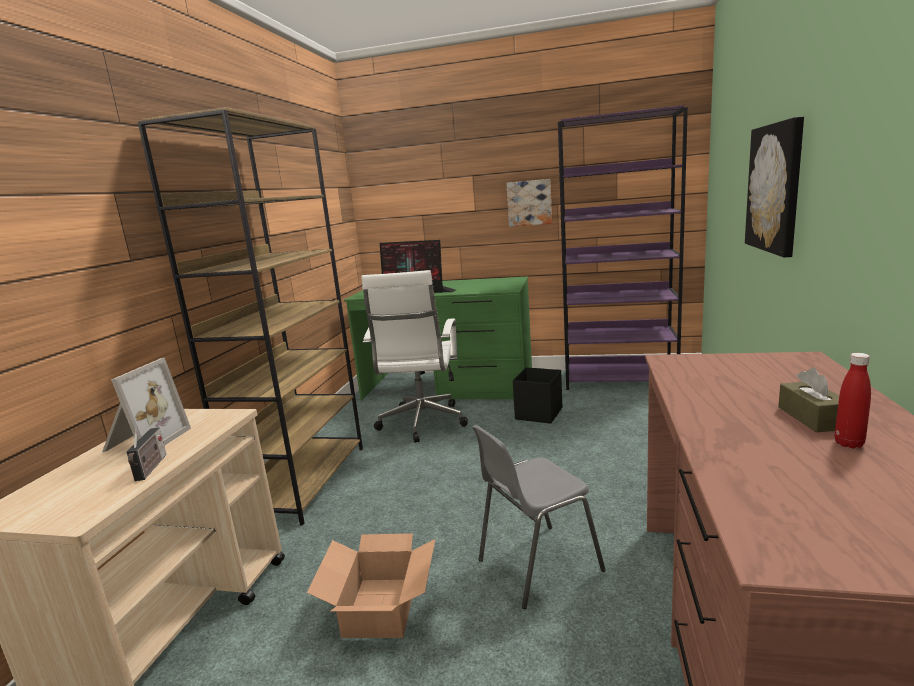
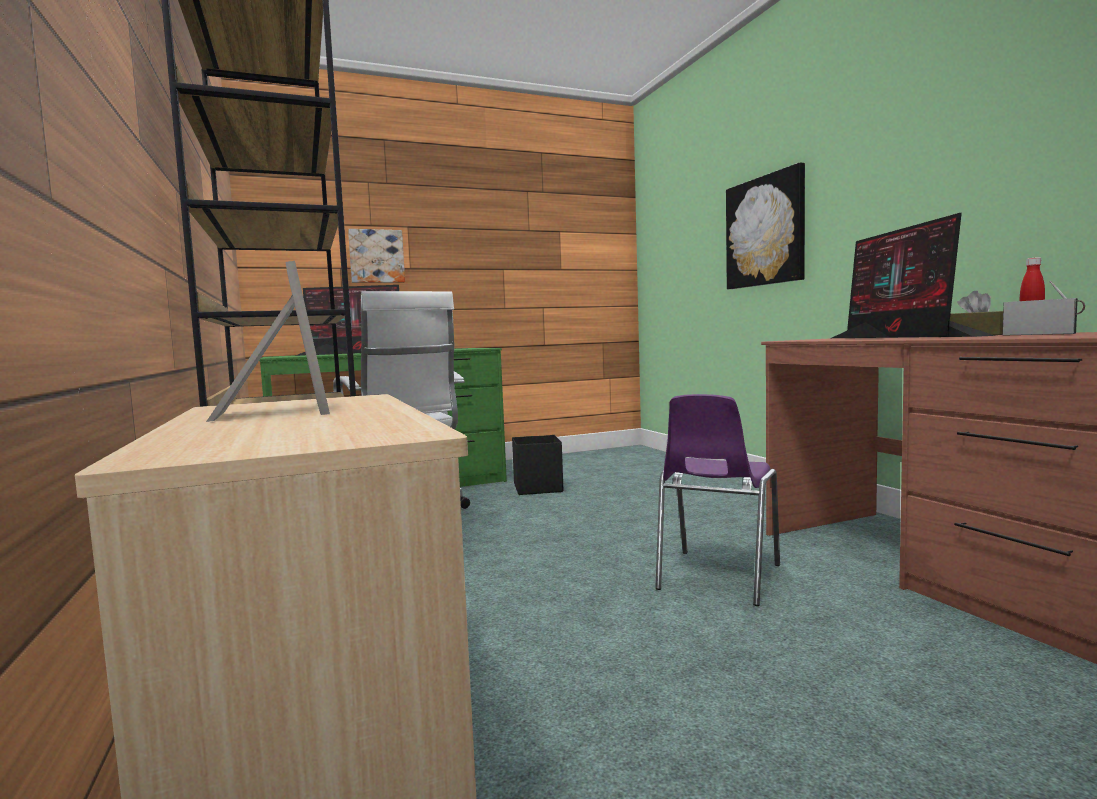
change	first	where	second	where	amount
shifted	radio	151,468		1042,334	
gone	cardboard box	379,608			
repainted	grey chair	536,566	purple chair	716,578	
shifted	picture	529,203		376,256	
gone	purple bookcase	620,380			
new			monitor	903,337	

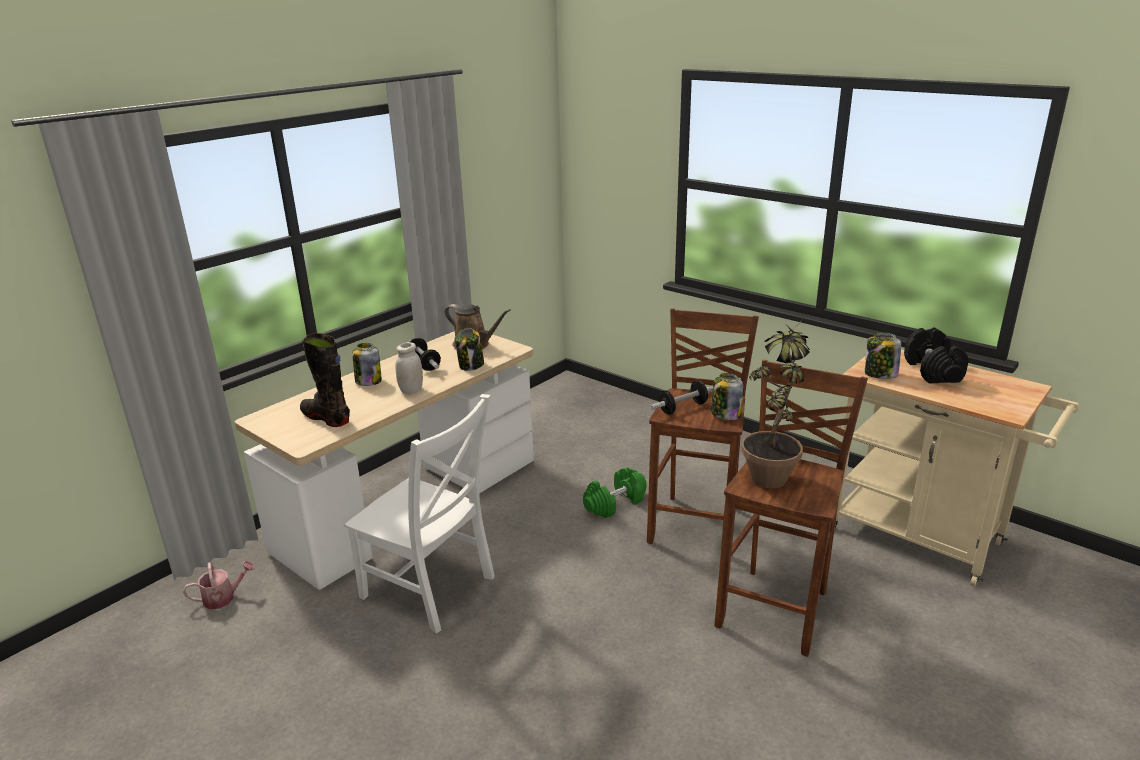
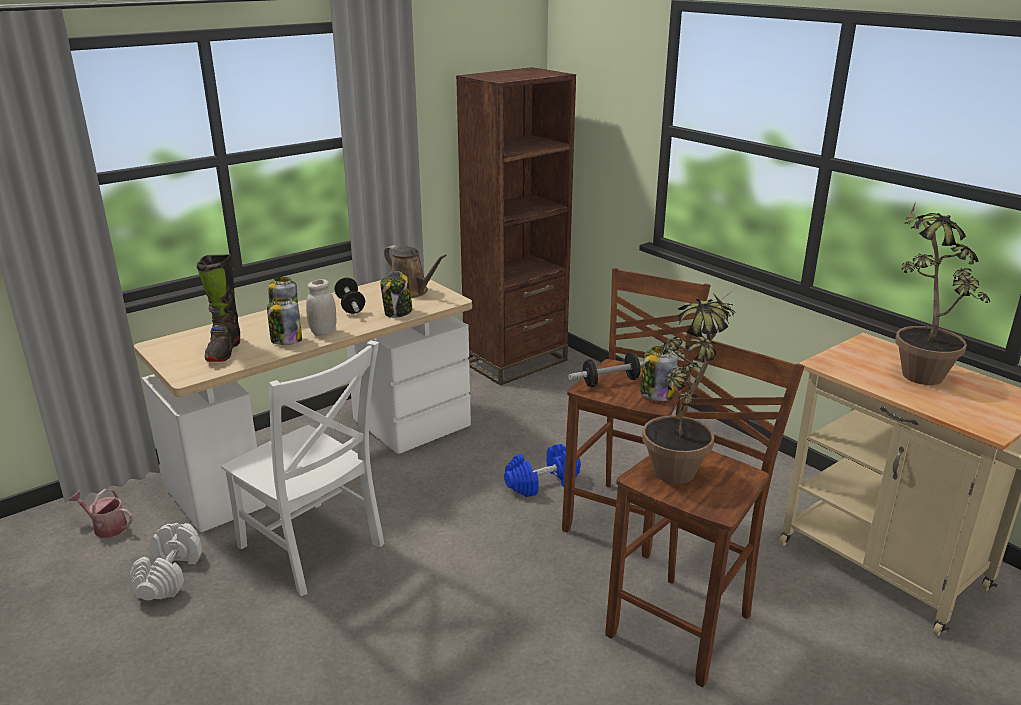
change	first	where	second	where	amount
rotated	watering can	223,598		106,527	150 degrees counterclockwise
rotated	black boot	326,418		224,351	135 degrees counterclockwise
repainted	green dumbbell	615,503	blue dumbbell	542,482	
shifted	jar	880,374		286,340	
swapped	black dumbbell	933,371	potted plant	915,369	
new			white dumbbell	169,575	
new			brown bookcase	516,362	

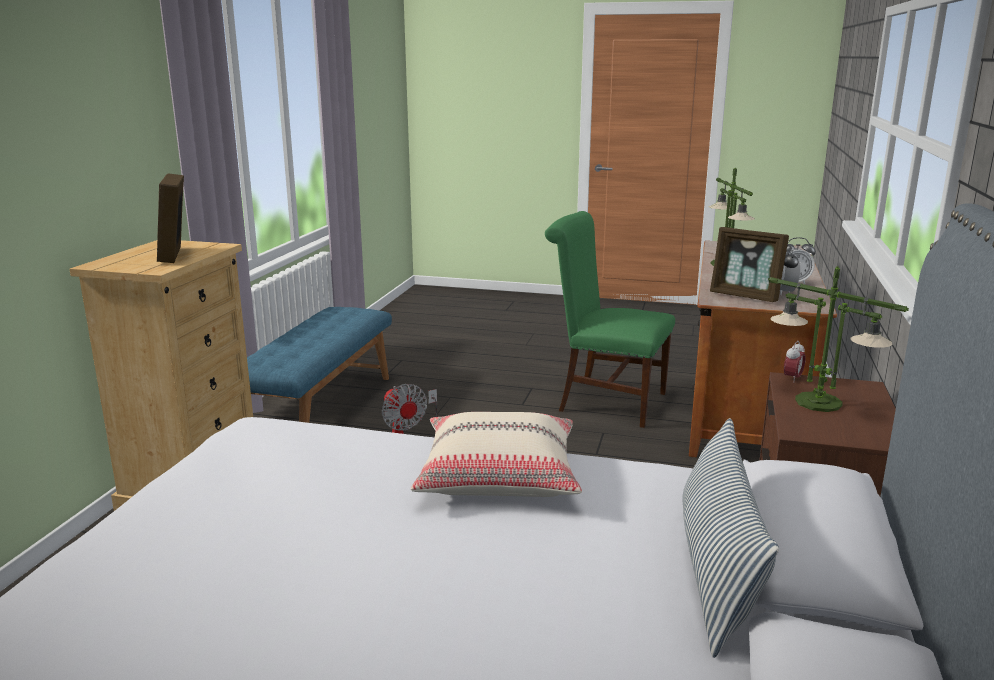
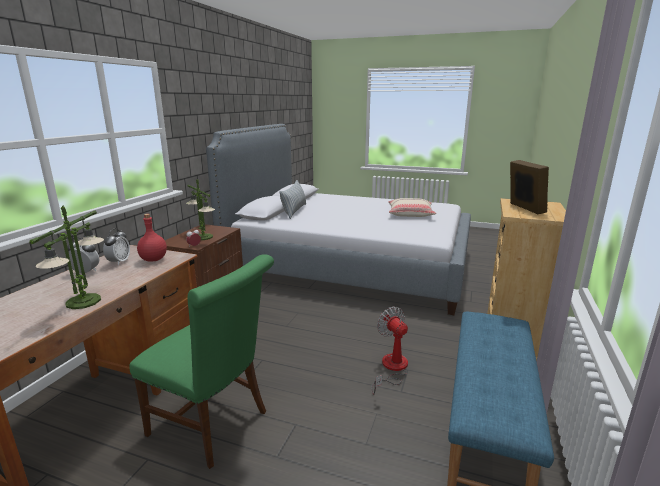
change	first	where	second	where	amount
shifted	beige pillow	498,474		410,214	
swapped	picture frame	745,296	red bottle	153,259	

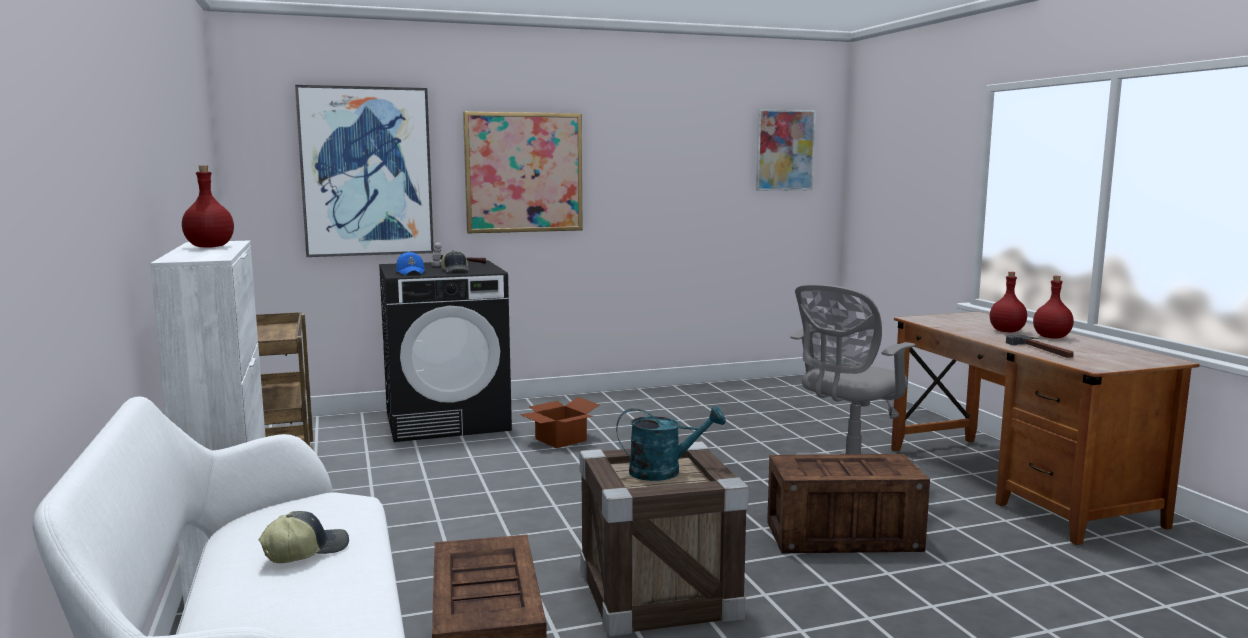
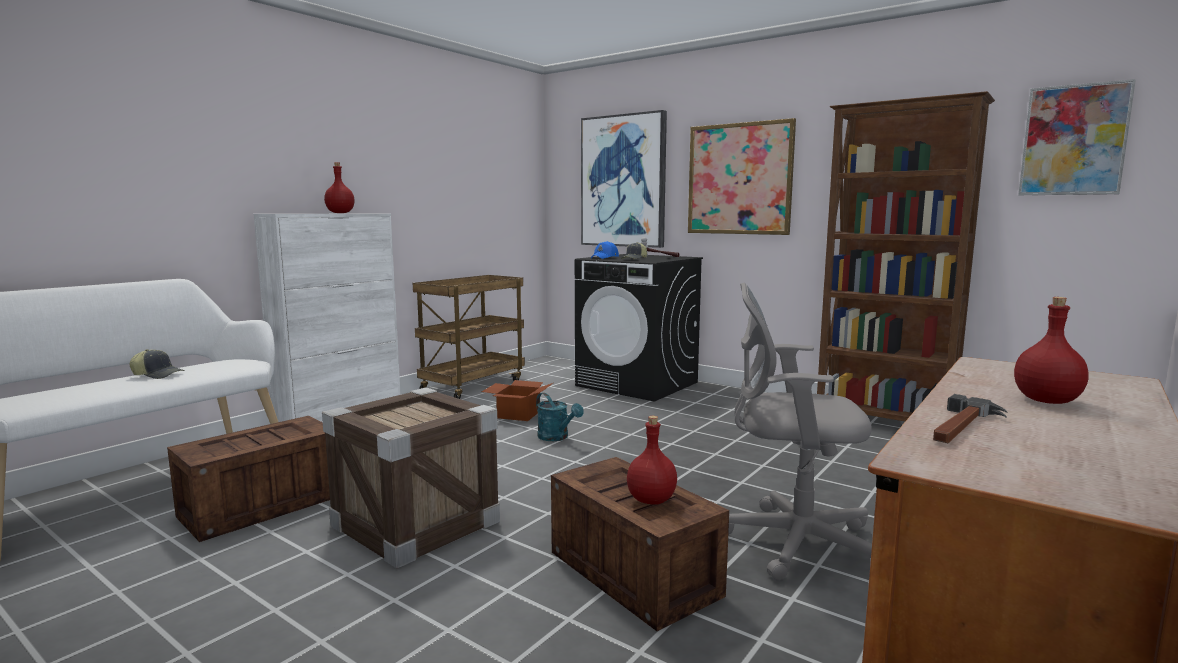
change	first	where	second	where	amount
shifted	cardboard box	559,440		518,414	
shifted	turquoise watering can	664,471		557,437	
shifted	red bottle	1051,337		652,500	
new			brown bookcase	884,421	

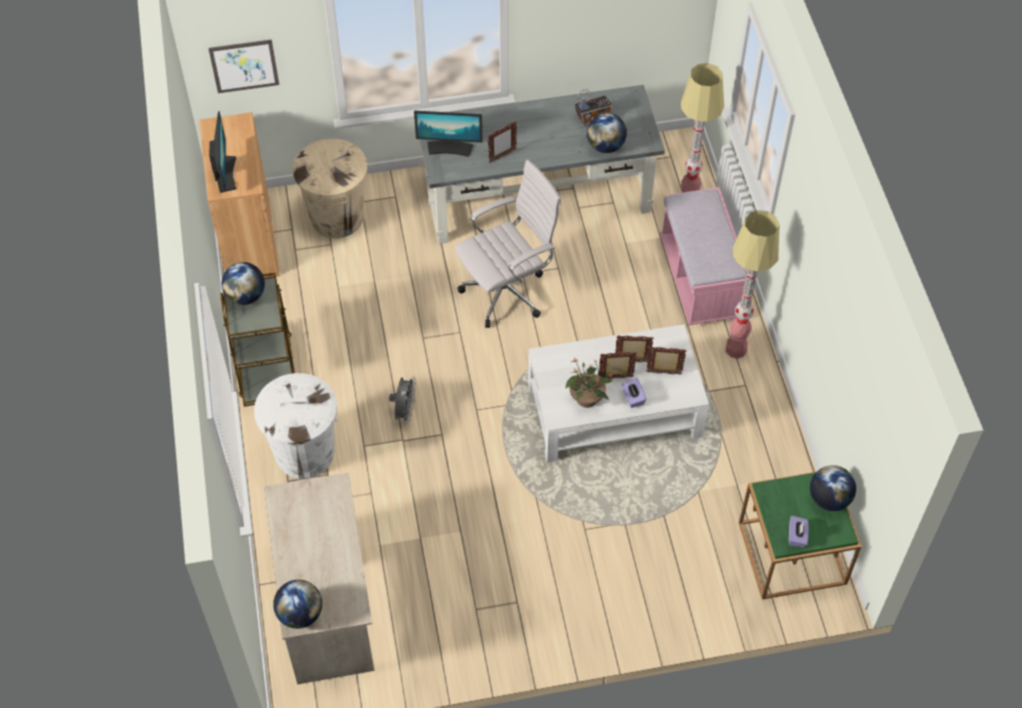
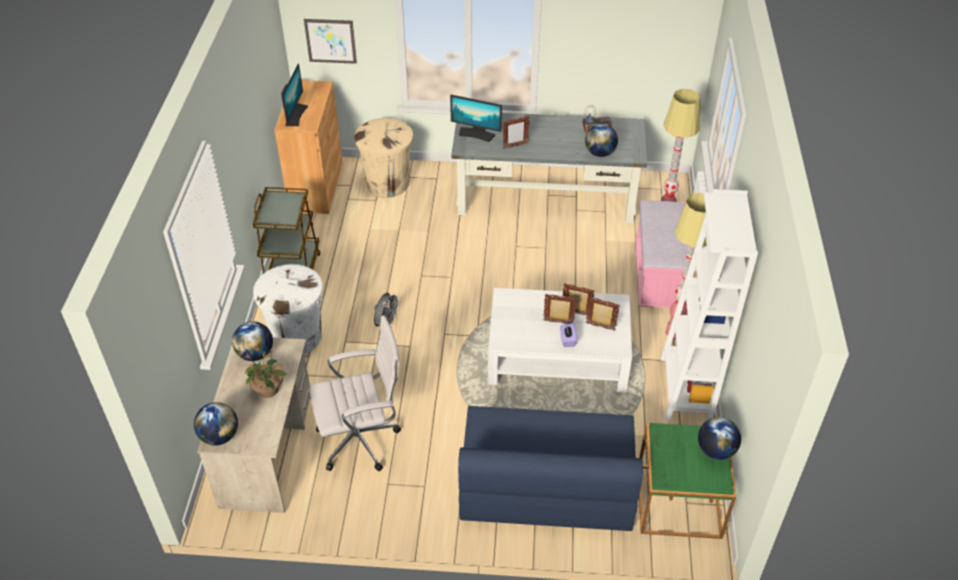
change	first	where	second	where	amount
shifted	globe	246,296		255,354	
shifted	white office chair	508,291		362,440	
shifted	potted plant	587,399		268,390	
gone	purple tissue box	797,536			
new			blue sofa	547,481	
new			white bookcase	685,389	

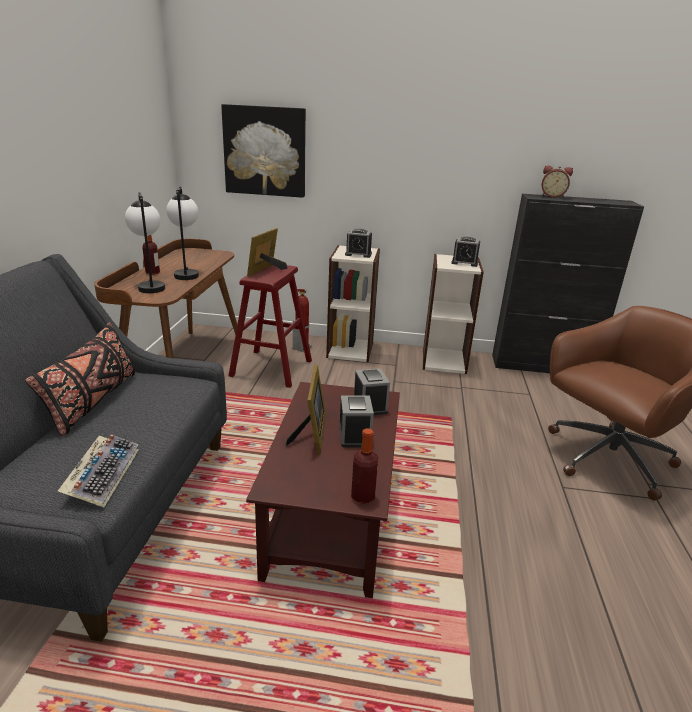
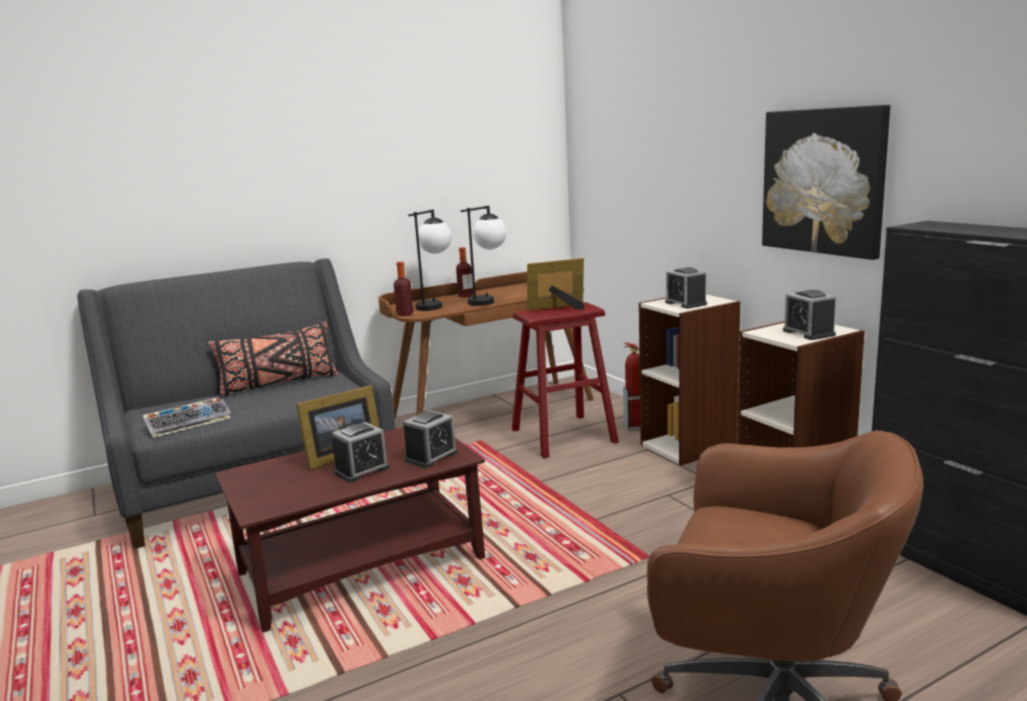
change	first	where	second	where	amount
shifted	picture	265,151		823,181	
shifted	bottle	363,496		405,314	
gone	alarm clock	552,196			

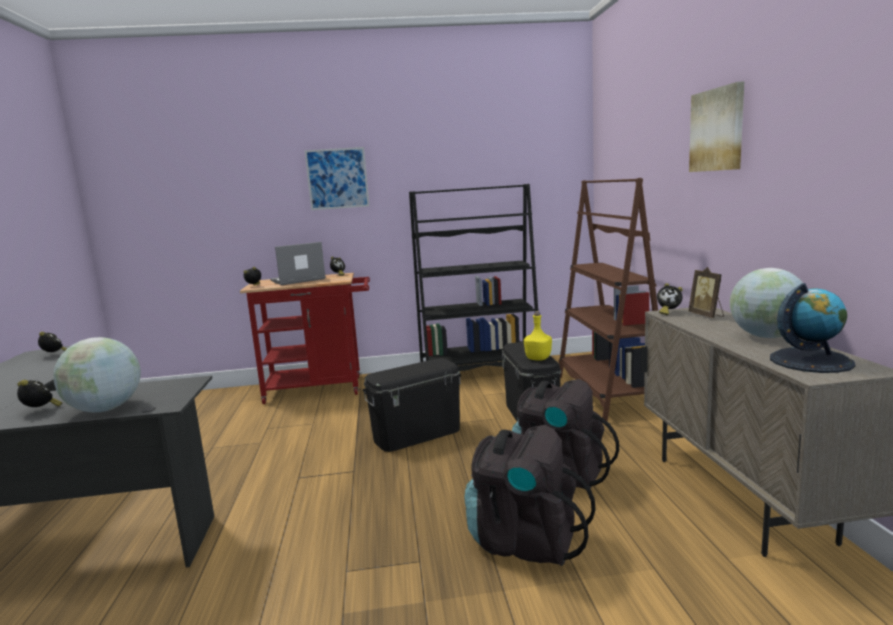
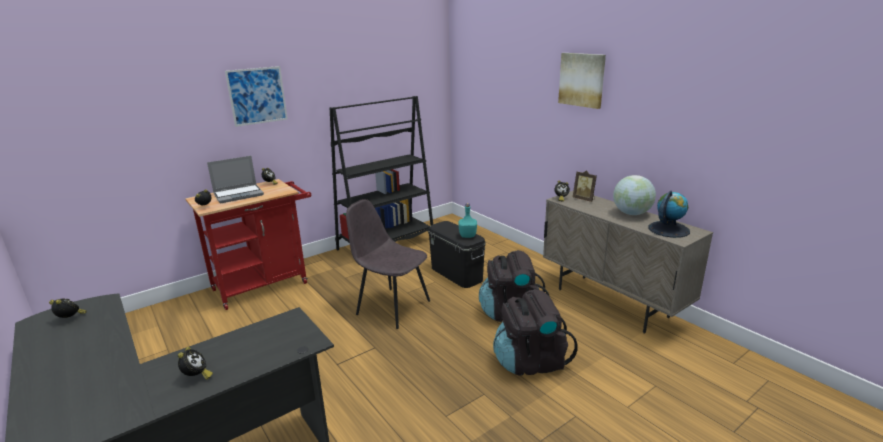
change	first	where	second	where	amount
rotated	alarm clock	41,411		197,377	75 degrees clockwise
gone	globe	105,409			
rotated	laptop	297,280		239,194	150 degrees counterclockwise
swapped	black storage box	417,434	grey chair	392,307	
repainted	yellow bottle	538,358	turquoise bottle	468,236	
gone	brown bookcase	608,394			

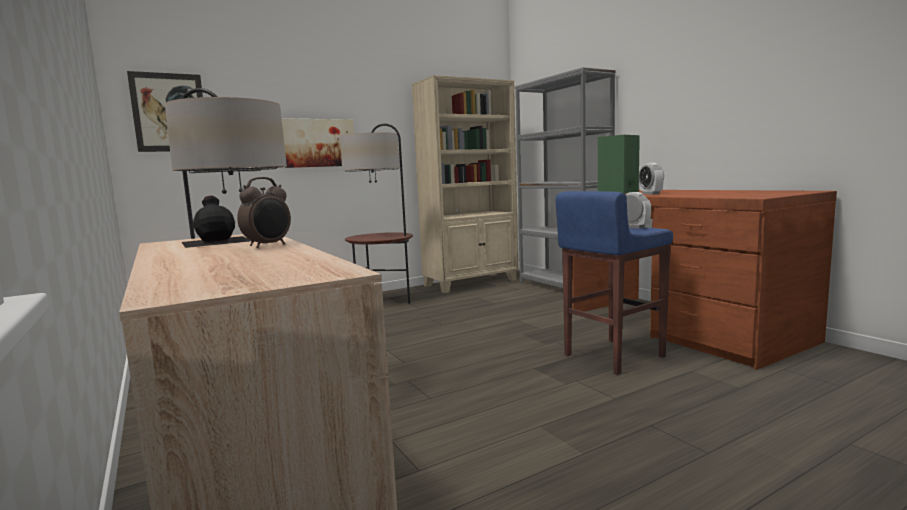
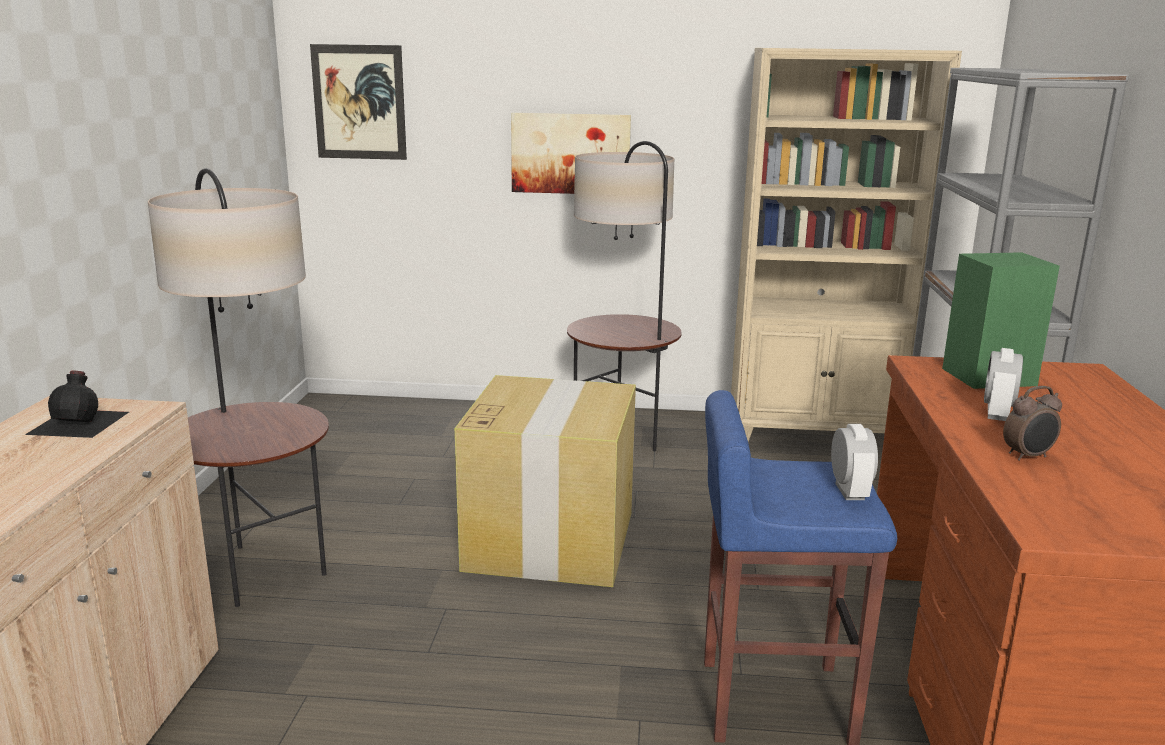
change	first	where	second	where	amount
shifted	alarm clock	268,246		1028,456	
new			cardboard box	551,539	

